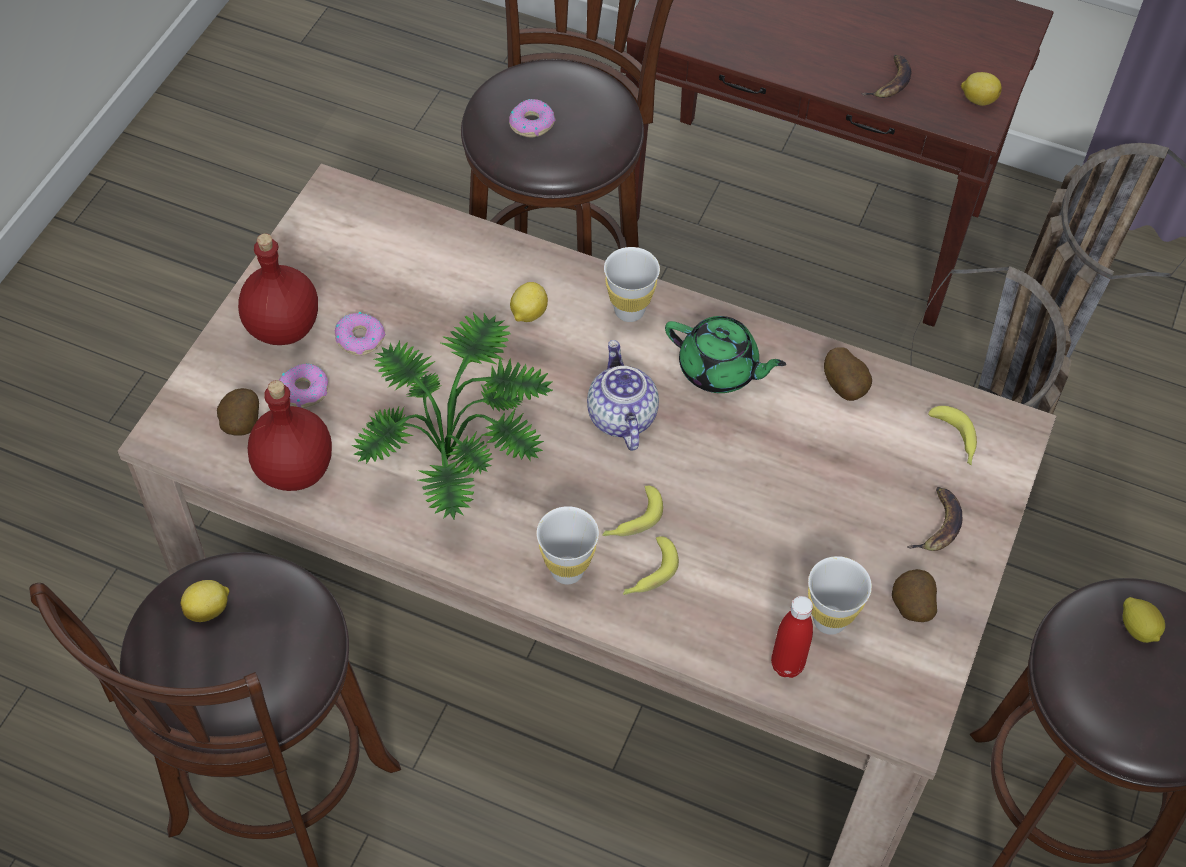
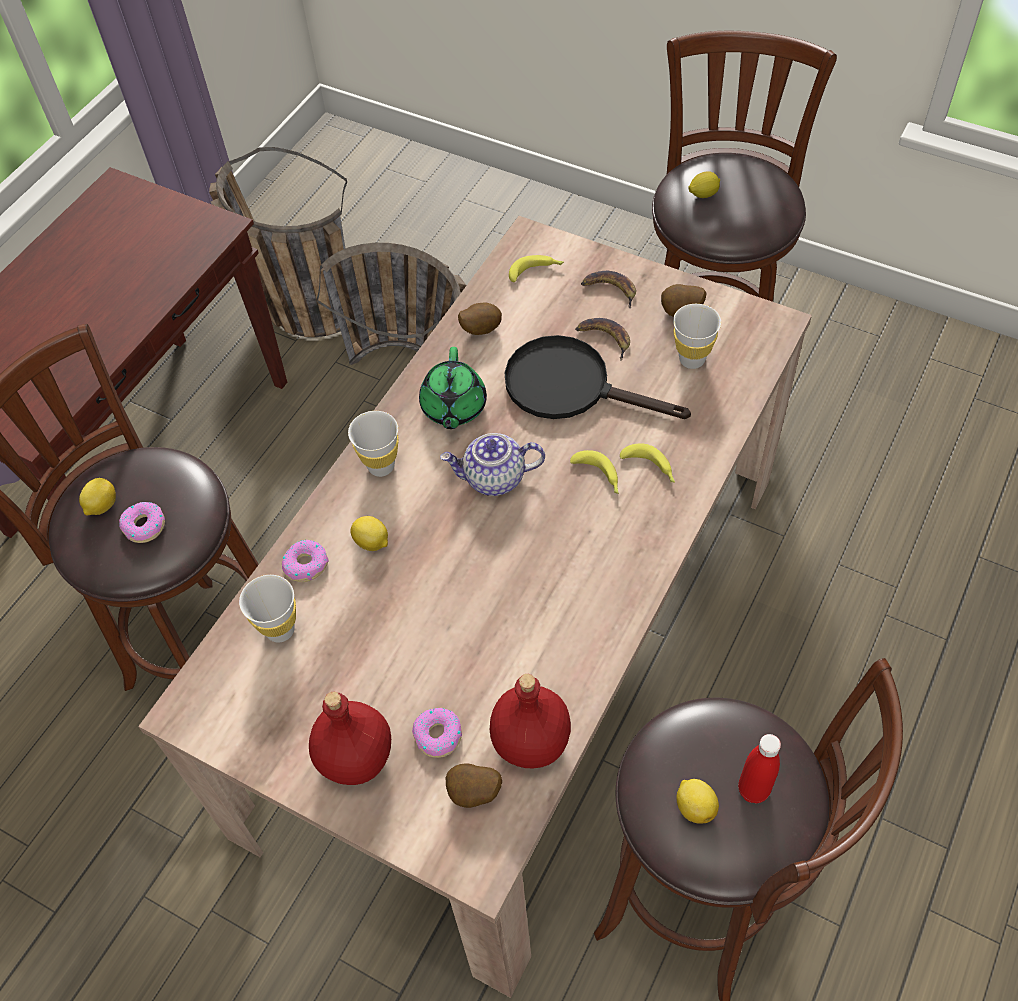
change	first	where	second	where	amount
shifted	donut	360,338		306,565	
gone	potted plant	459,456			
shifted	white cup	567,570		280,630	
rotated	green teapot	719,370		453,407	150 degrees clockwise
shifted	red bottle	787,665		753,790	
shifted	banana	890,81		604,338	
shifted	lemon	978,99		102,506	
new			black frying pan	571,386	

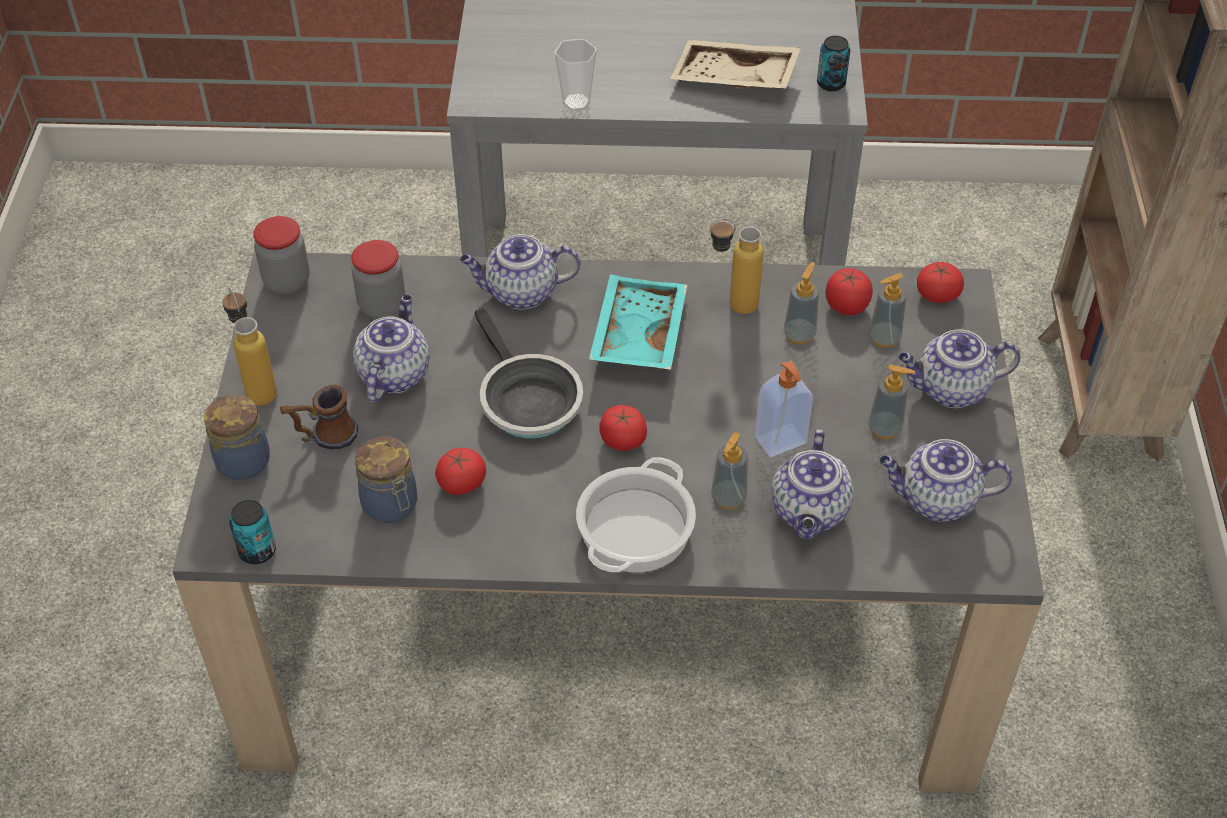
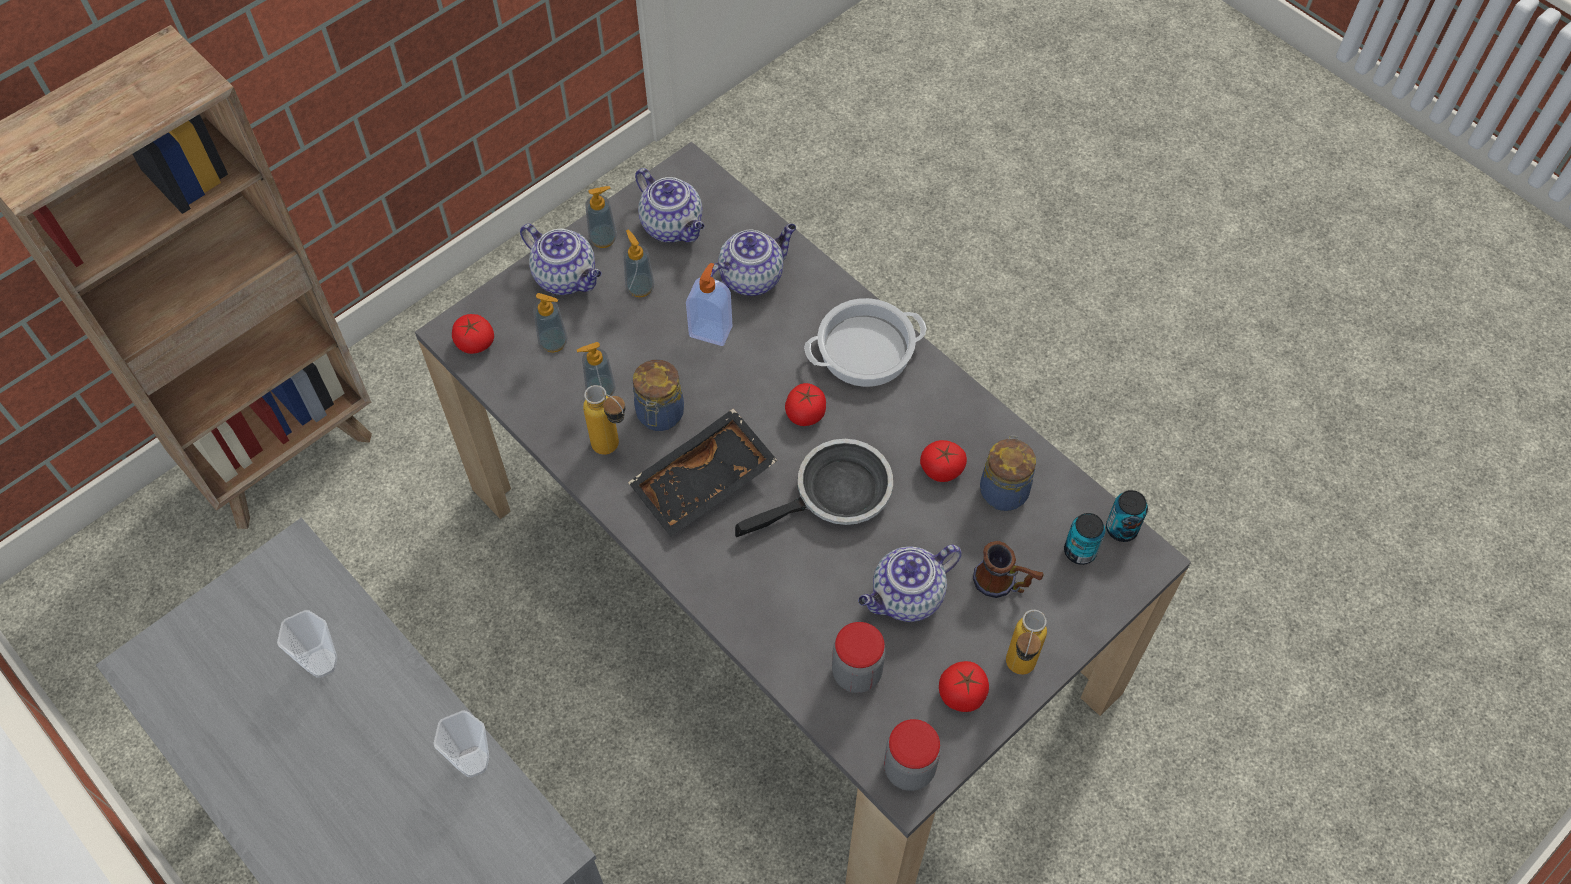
change	first	where	second	where	amount
shifted	jar	242,460		659,415	
gone	teapot	520,293			
rotated	frying pan	526,400		836,495	45 degrees clockwise
repainted	turquoise tray	636,335	black tray	705,483	
swapped	beige tray	734,79	cup	322,662	
shifted	soap dispenser	728,498		603,238	
shifted	can	831,83		1080,551	
shifted	tomato	846,305		962,694	

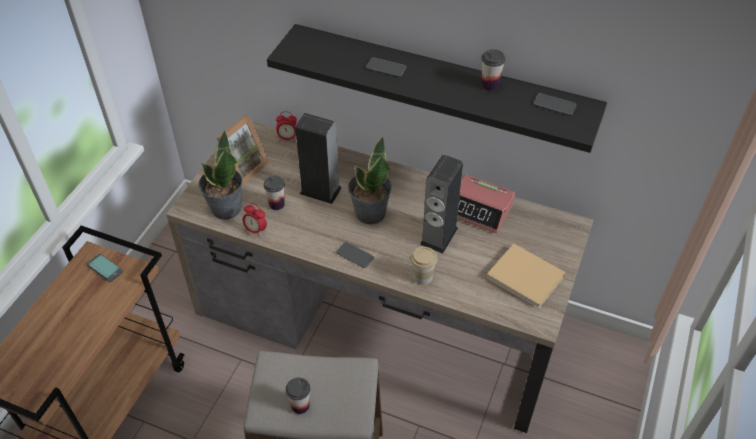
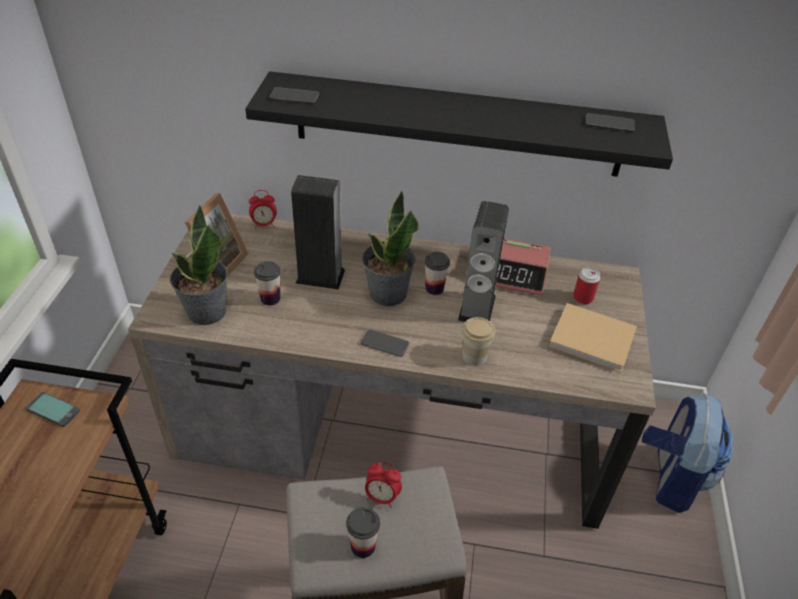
change	first	where	second	where	amount
shifted	alarm clock	255,230		382,497	
shifted	phone	386,68		294,97	
shifted	cup	489,85		434,288	
new			can	583,298	
new			backpack	671,477	

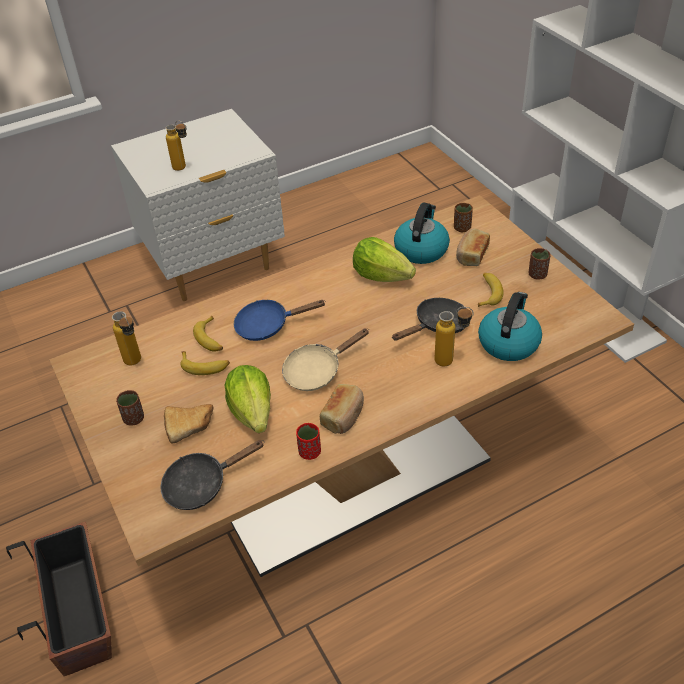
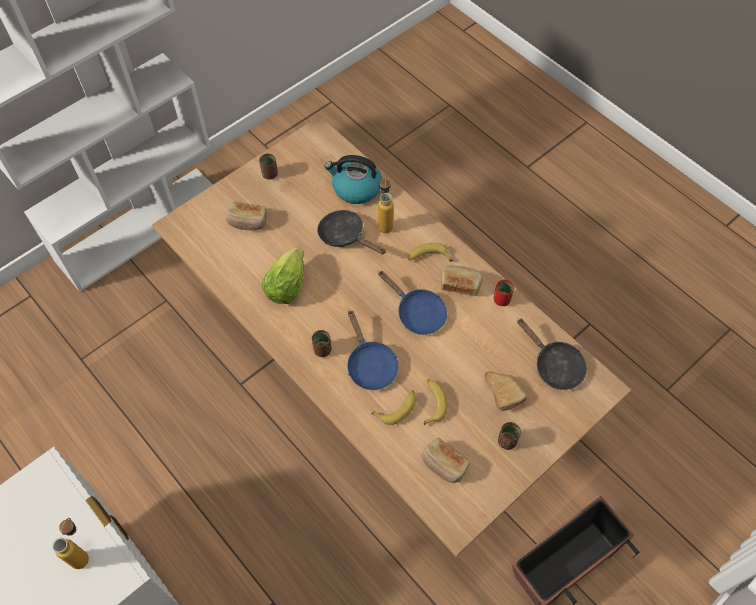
change	first	where	second	where	amount
swapped	bottle	136,364	bread	444,465	
gone	lettuce	252,412			
repainted	beige frying pan	317,371	blue frying pan	417,313	
gone	kettle	421,249			
shifted	brown cup	462,228		322,350	
shifted	banana	488,293		428,257	

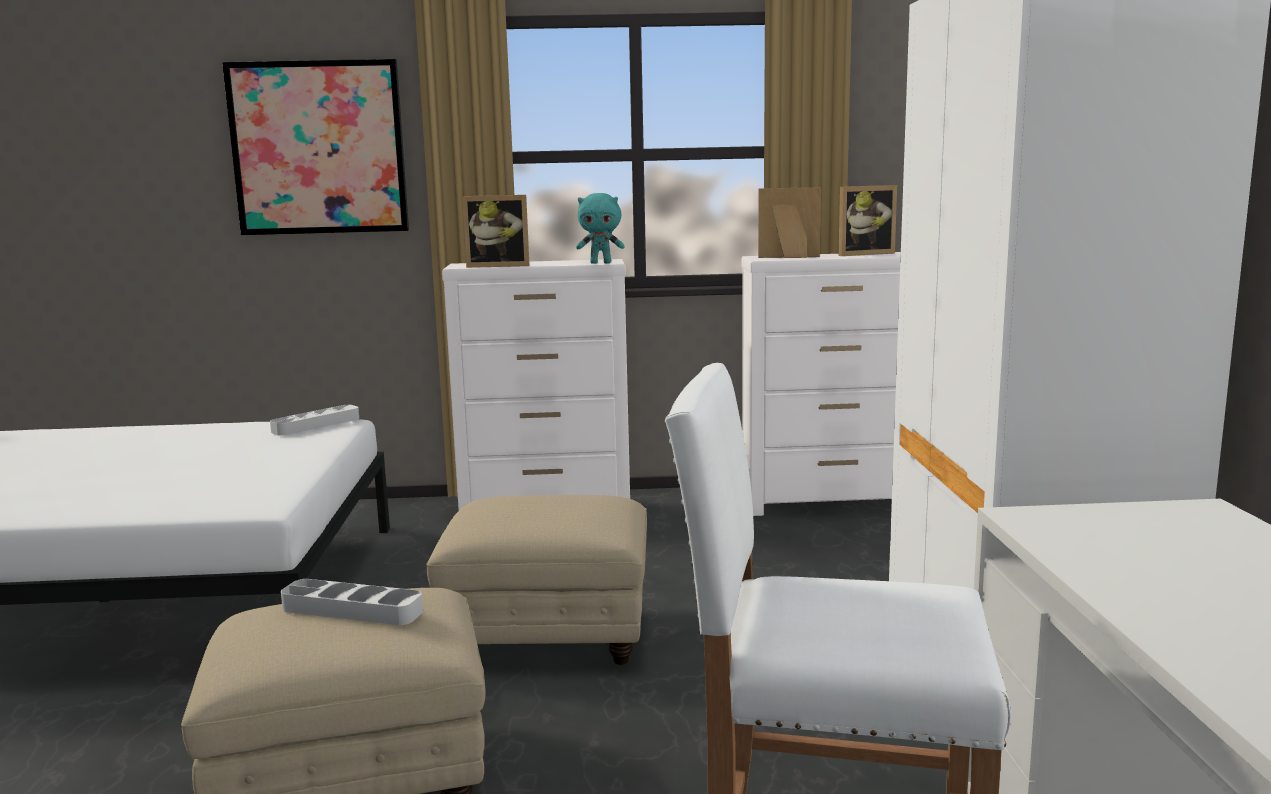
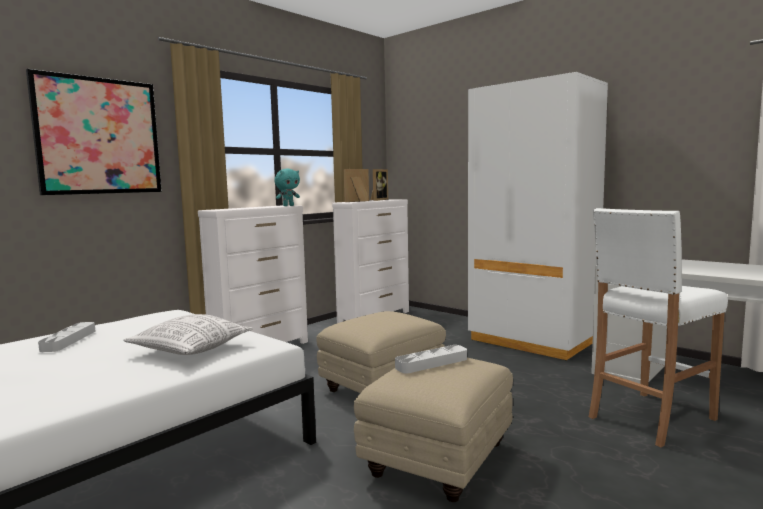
change	first	where	second	where	amount
shifted	grey tray	316,425		69,340	
gone	picture frame	498,265			
new			pillow	190,350	

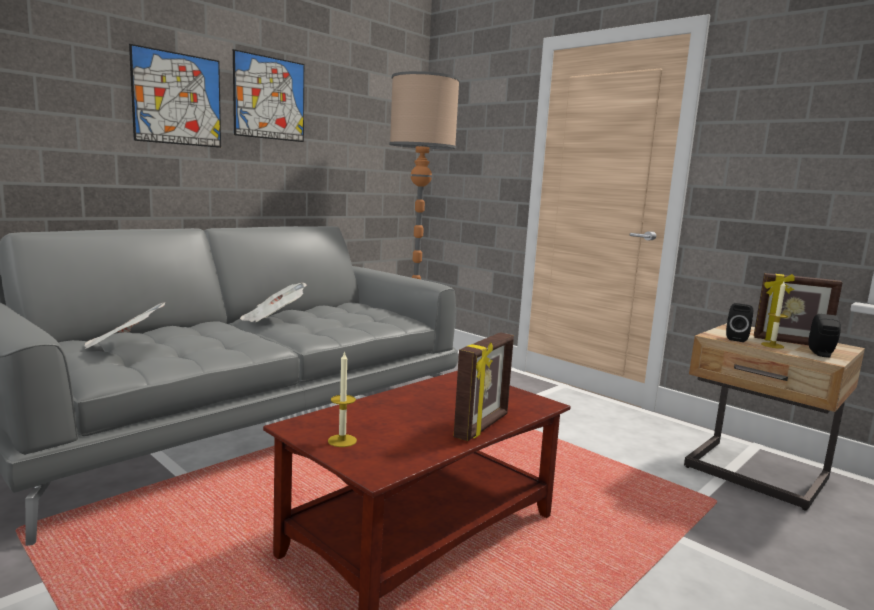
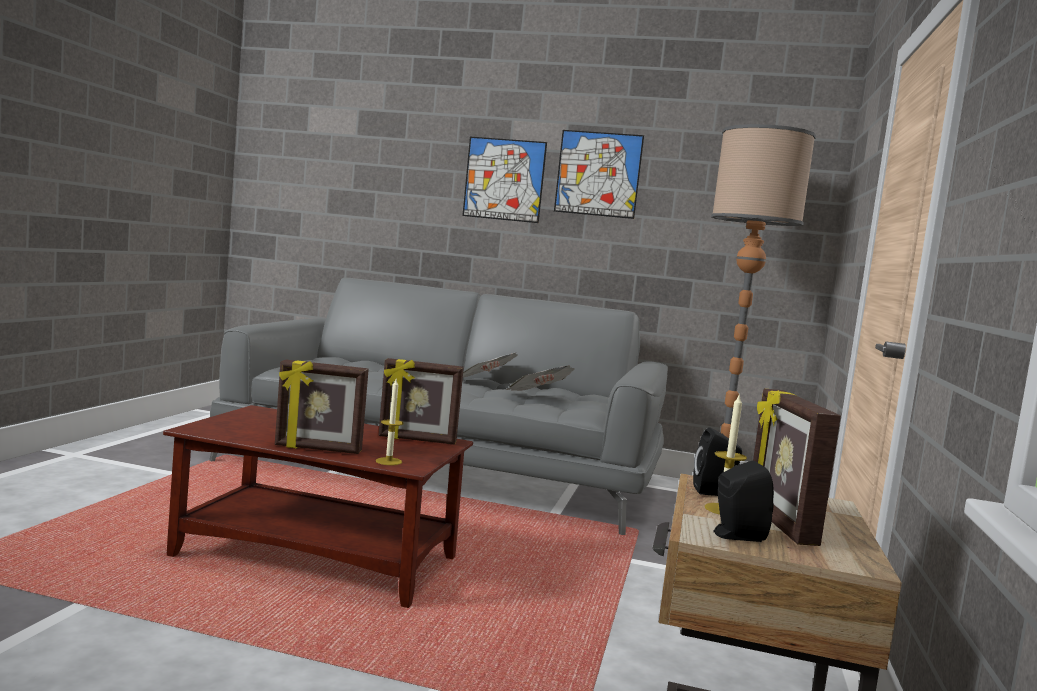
change	first	where	second	where	amount
shifted	newspaper	123,347		537,397	
shifted	candle	342,440		388,461	
new			picture frame	417,440	

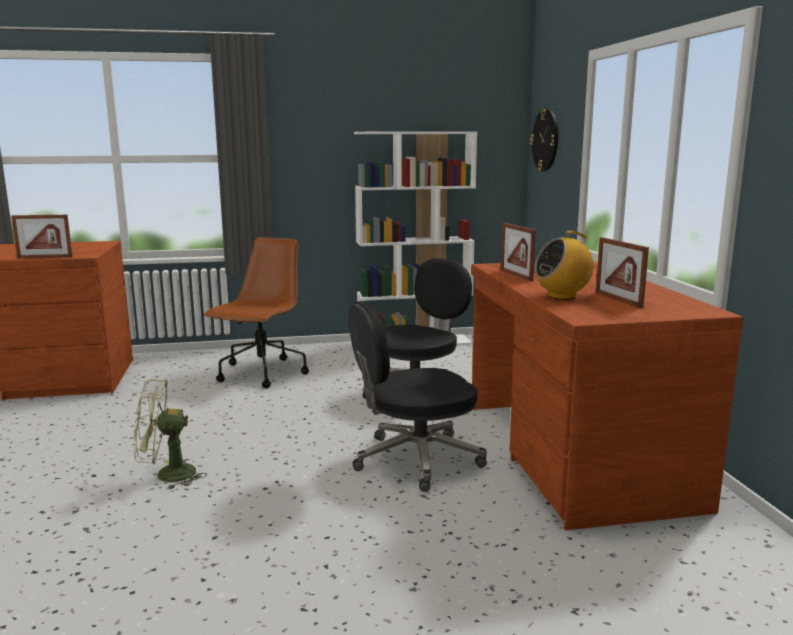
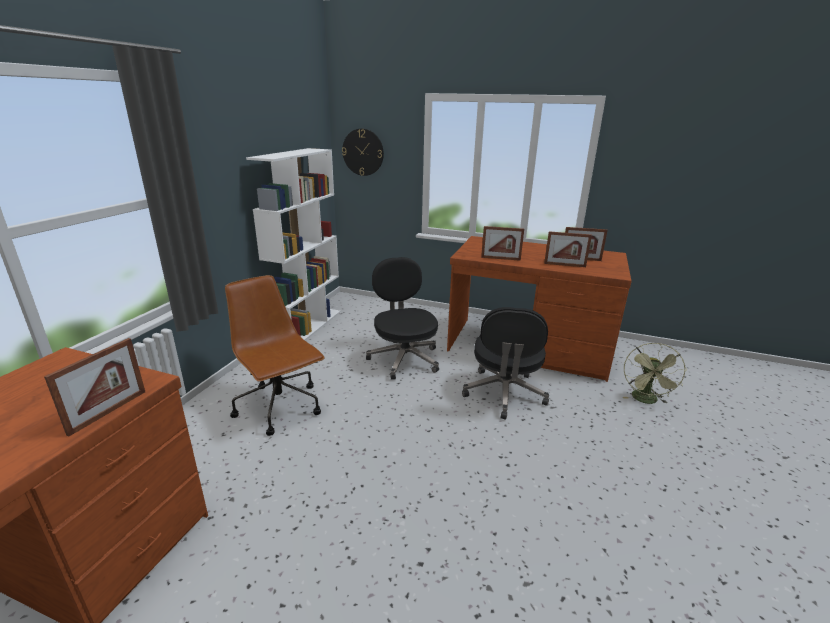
change	first	where	second	where	amount
shifted	green fan	167,475		646,400	
swapped	radio	562,296	picture frame	564,265	

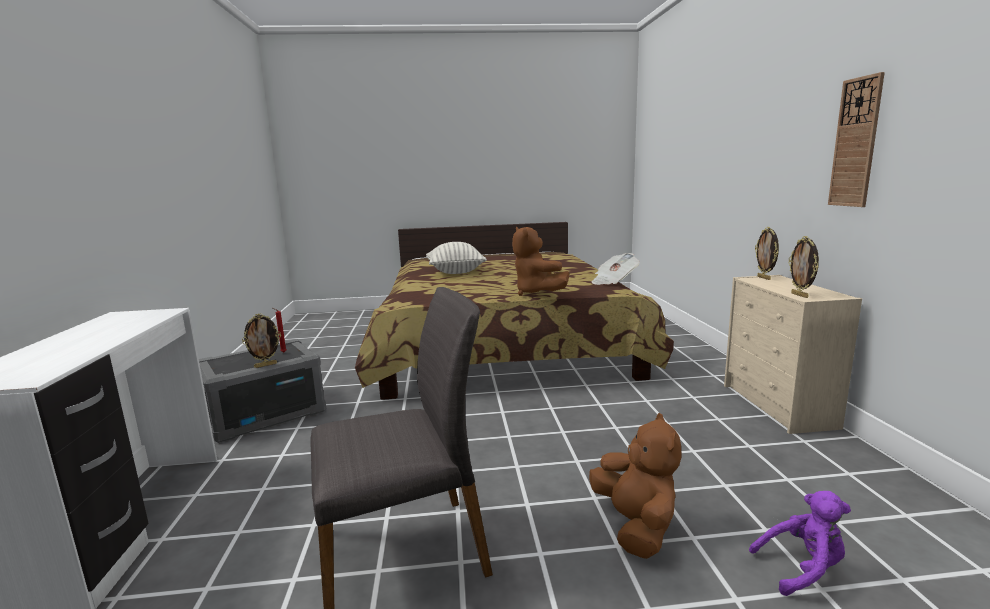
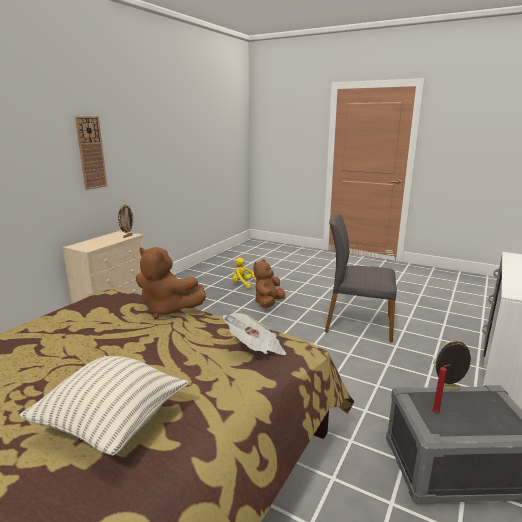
change	first	where	second	where	amount
rotated	brown plush toy	536,293		167,310	105 degrees clockwise
shifted	newspaper	613,281		255,348	
repainted	purple plush toy	802,569	yellow plush toy	243,284	
gone	picture frame	764,278			

